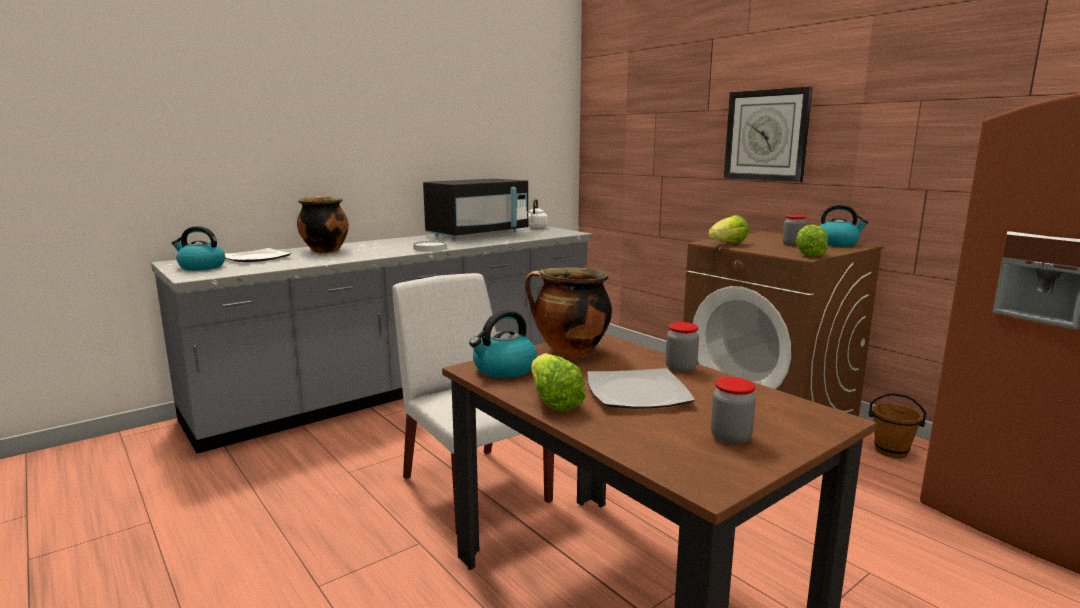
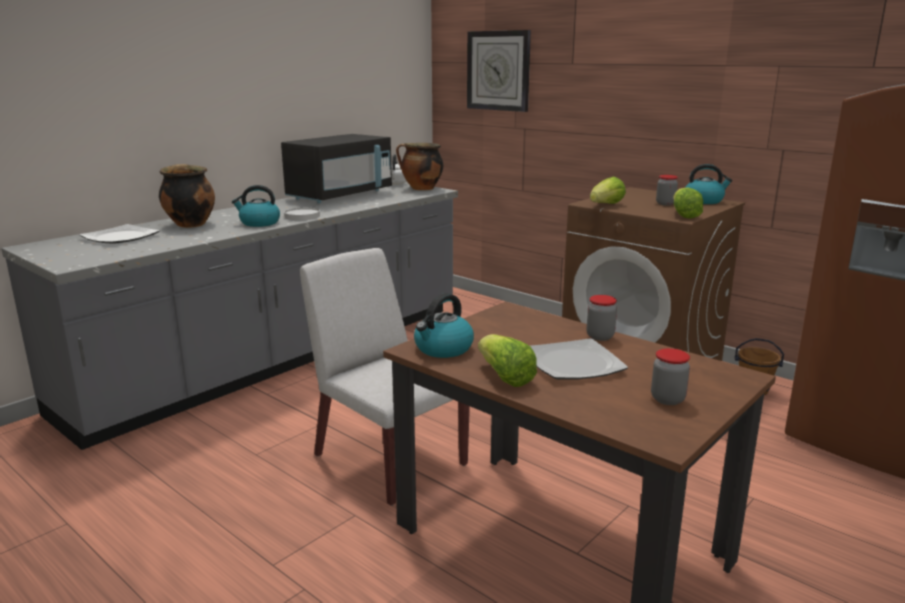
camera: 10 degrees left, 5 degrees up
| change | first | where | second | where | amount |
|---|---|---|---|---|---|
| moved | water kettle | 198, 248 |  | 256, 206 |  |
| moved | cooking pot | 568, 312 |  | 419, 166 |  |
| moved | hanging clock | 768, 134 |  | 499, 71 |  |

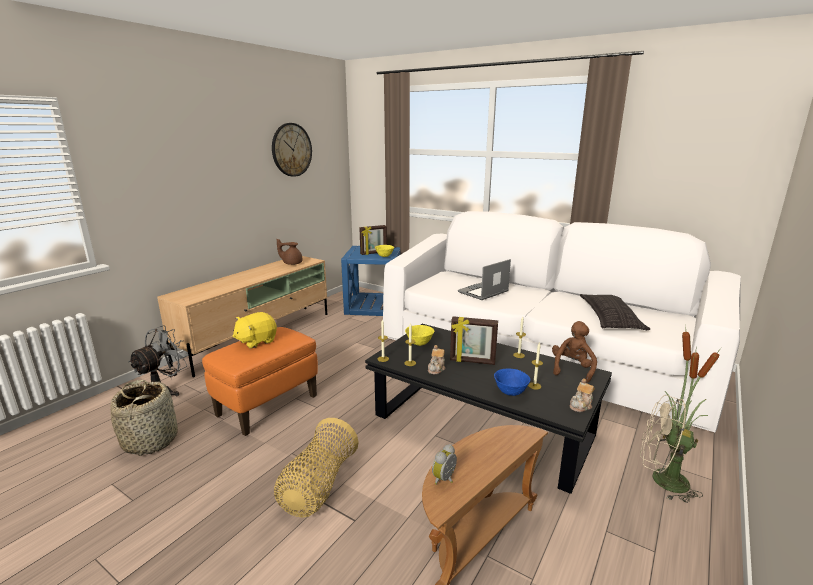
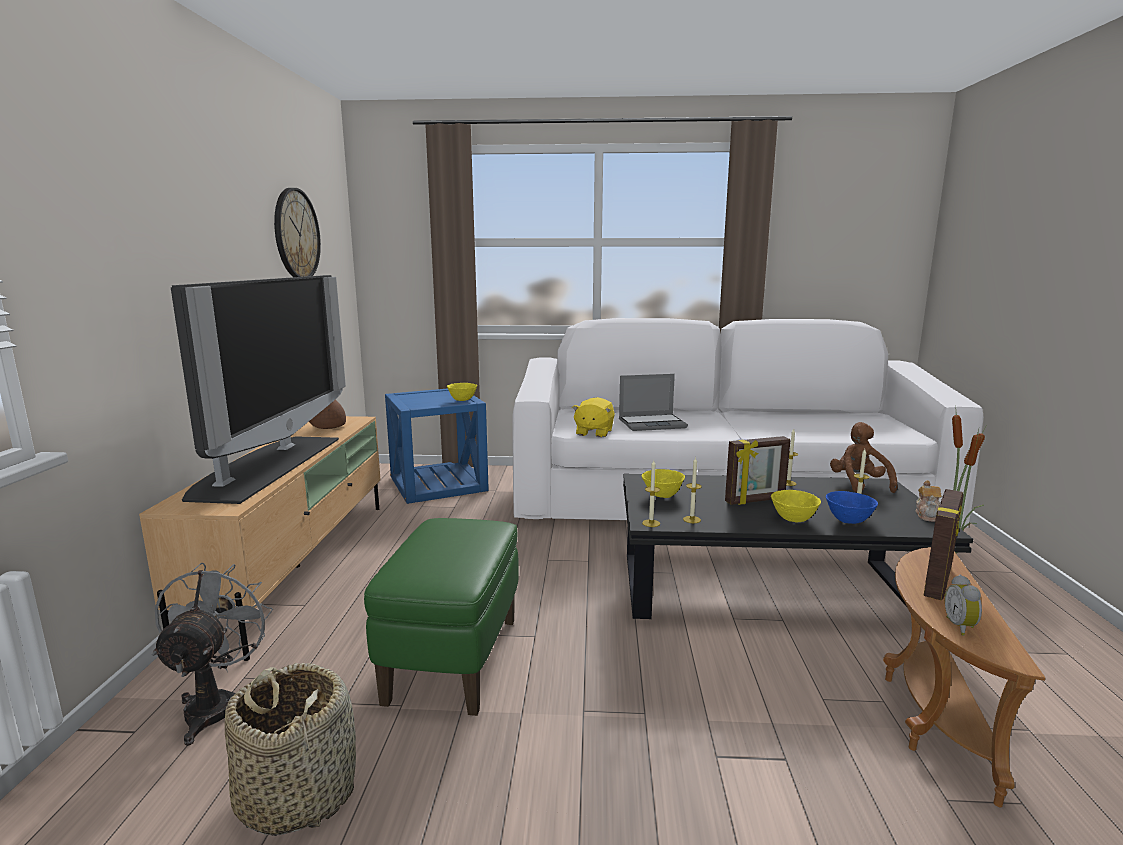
camera: 30 degrees left, 5 degrees down
| change | first | where | second | where | amount |
|---|---|---|---|---|---|
| removed | storage basket | 316, 468 |  |  |  |
| removed | teapot | 436, 359 |  |  |  |
| removed | pillow | 615, 312 |  |  |  |
| removed | beige-coloured fan | 671, 449 |  |  |  |
| added |  |  | TV | 258, 389 |  |
| added |  |  | yellow-coloured bowl | 796, 506 |  |
| moved | yellow-coloured soft toy | 255, 330 |  | 593, 417 |  |
| moved | picture frame | 373, 240 |  | 944, 544 |  |
| recoloured | orange-coloured pouffe | 260, 381 | greenish pouffe | 441, 617 |  |
| turned | laptop | 484, 279 |  | 653, 402 | 120 degrees counterclockwise |

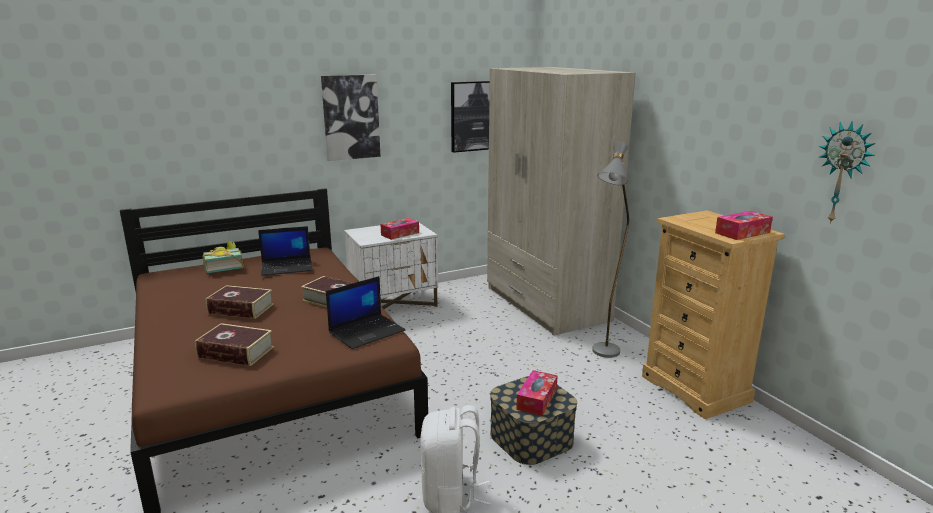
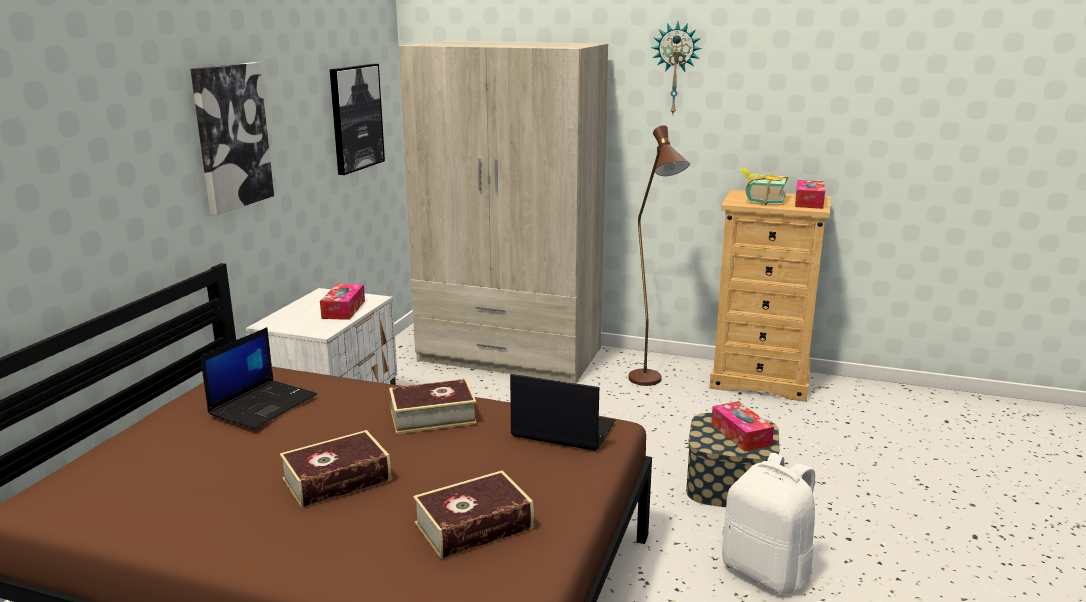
camera: 45 degrees left, 0 degrees up
| change | first | where | second | where | amount |
|---|---|---|---|---|---|
| moved | volume | 223, 257 |  | 763, 186 |  |
| moved | hanging clock | 847, 172 |  | 676, 68 |  |
| recoloured | gray standard lamp | 610, 250 | brown-coloured standard lamp | 659, 255 |  |
| turned | laptop | 365, 312 |  | 562, 412 | 75 degrees counterclockwise |

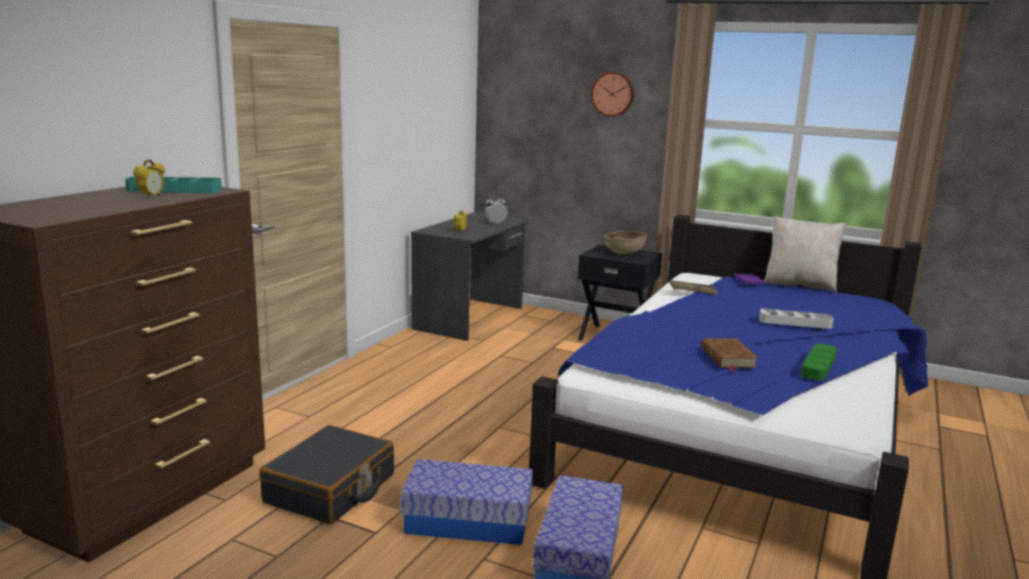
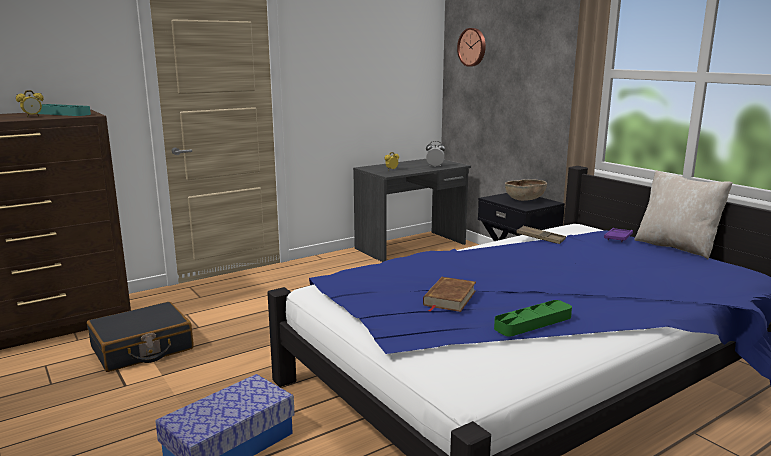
camera: 30 degrees right, 0 degrees up
| change | first | where | second | where | amount |
|---|---|---|---|---|---|
| removed | storage box | 467, 502 |  |  |  |
| removed | gray carrying tray | 796, 319 |  |  |  |
| moved | hanging clock | 612, 94 |  | 471, 47 |  |

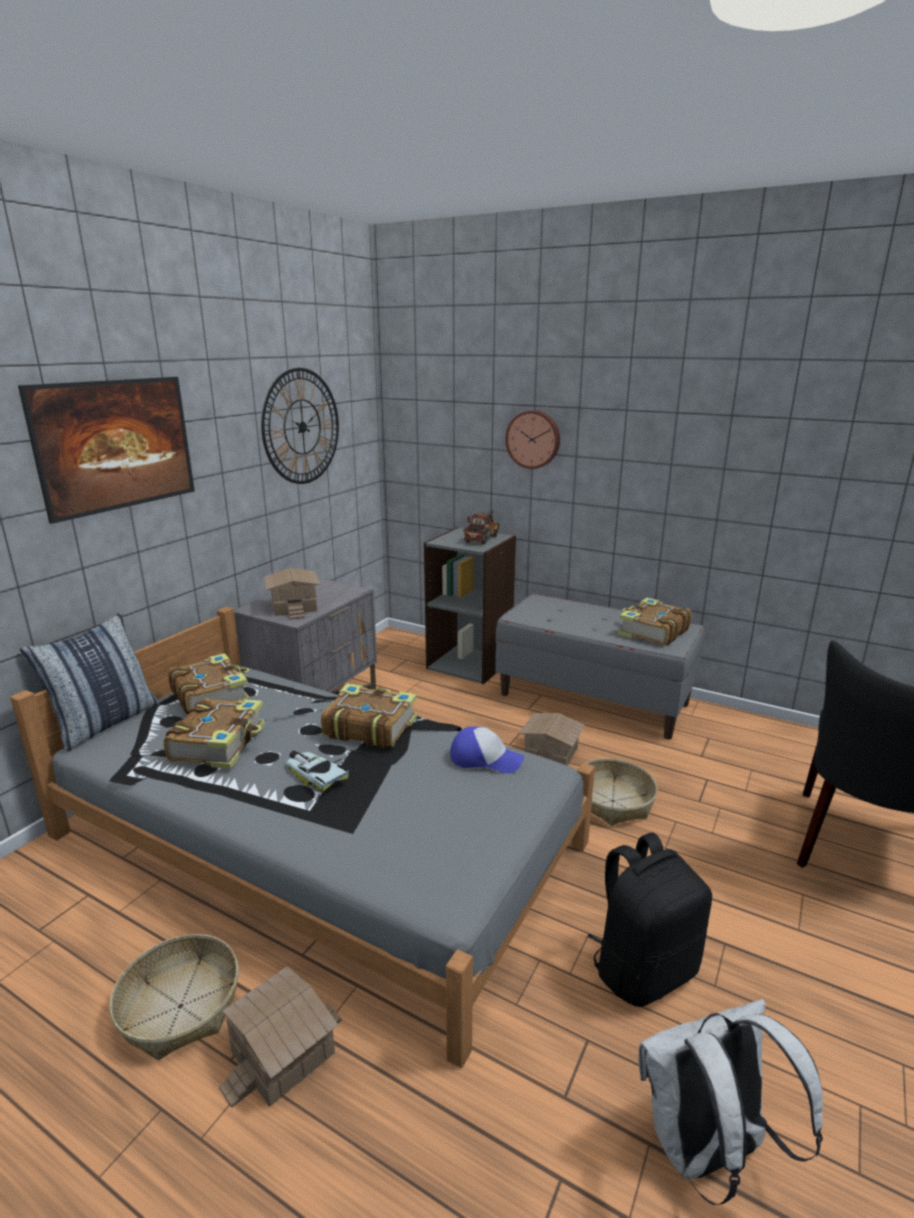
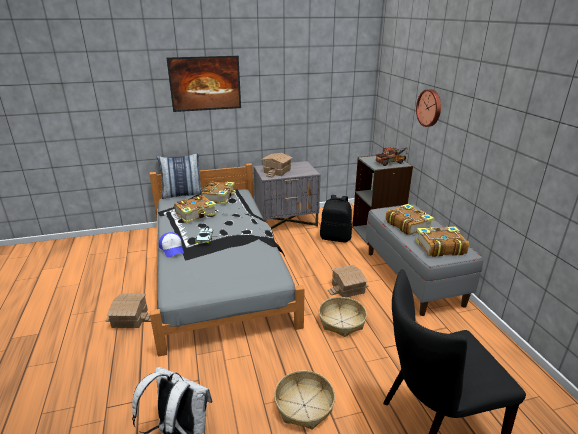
camera: 45 degrees right, 5 degrees up
| change | first | where | second | where | amount |
|---|---|---|---|---|---|
| removed | hanging clock | 300, 426 |  |  |  |
| moved | storage basket | 174, 997 |  | 304, 400 |  |
| moved | volume | 369, 715 |  | 410, 219 |  |
| moved | peaked cap | 487, 749 |  | 171, 244 |  |
| moved | blackish backpack | 650, 920 |  | 336, 219 |  |

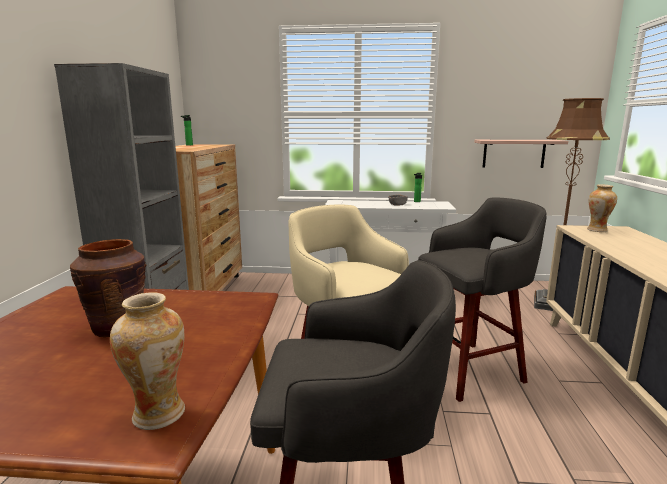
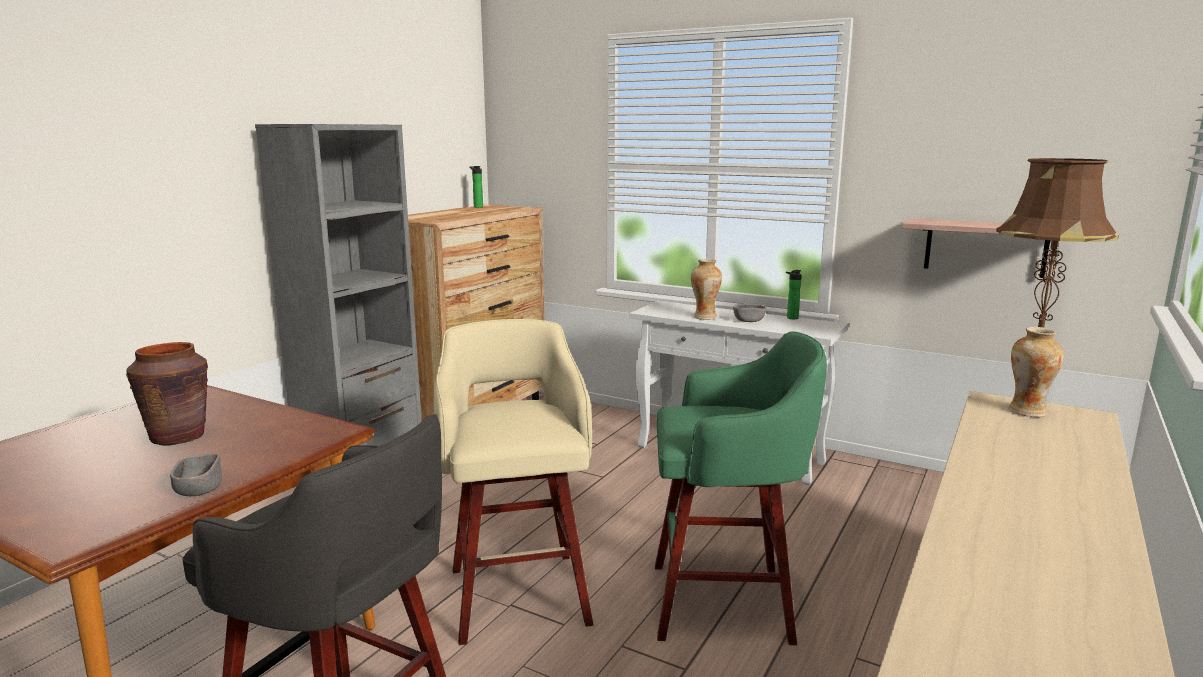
camera: 25 degrees right, 0 degrees up
| change | first | where | second | where | amount |
|---|---|---|---|---|---|
| added |  |  | gray bowl | 196, 474 |  |
| moved | vase | 147, 361 |  | 706, 289 |  |
| recoloured | gray sitting stool | 482, 300 | greenish sitting stool | 741, 488 |  |

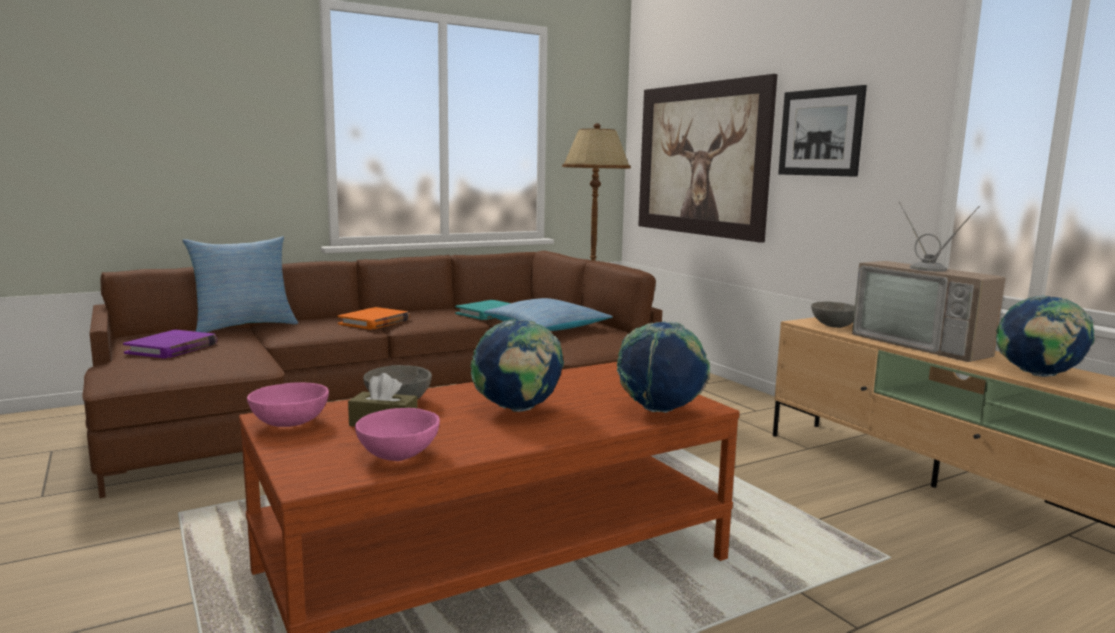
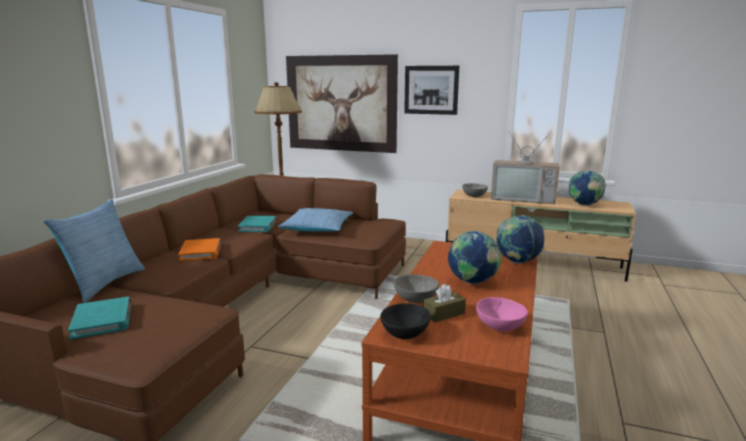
camera: 40 degrees left, 5 degrees up
| change | first | where | second | where | amount |
|---|---|---|---|---|---|
| recoloured | purplish volume | 170, 344 | turquoise volume | 100, 318 |  |
| recoloured | pink bowl | 288, 404 | blackish bowl | 405, 321 |  |

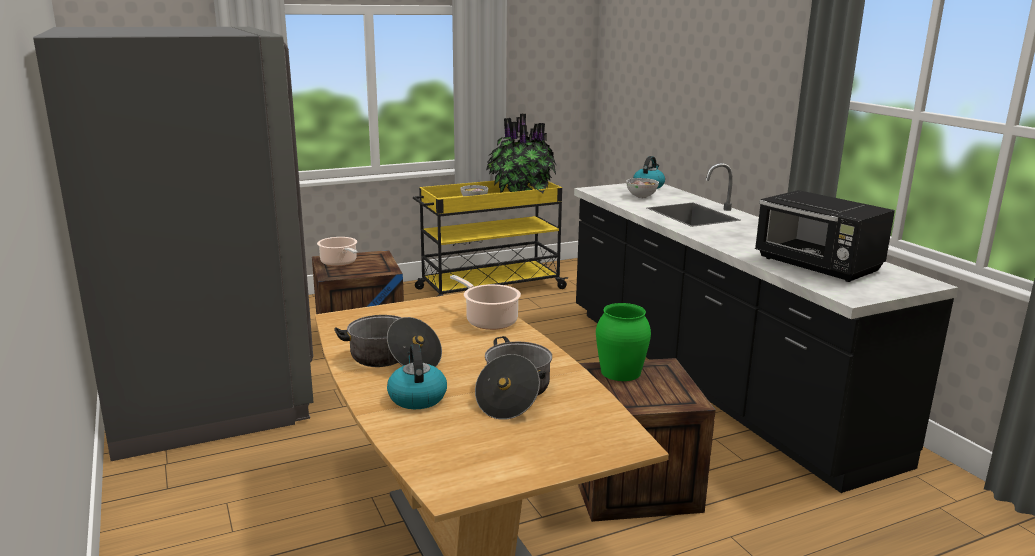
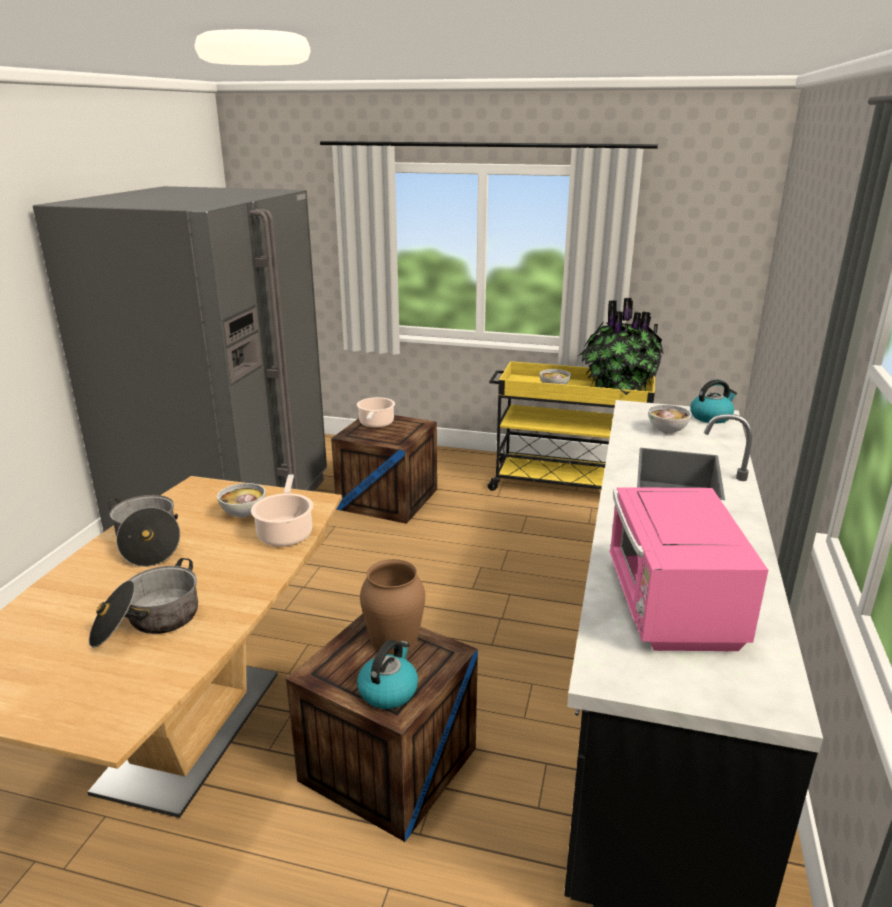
camera: 40 degrees right, 5 degrees up
| change | first | where | second | where | amount |
|---|---|---|---|---|---|
| added |  |  | bowl | 241, 500 |  |
| moved | water kettle | 417, 376 |  | 387, 674 |  |
| recoloured | greenish vase | 623, 342 | brown-coloured vase | 392, 606 |  |
| recoloured | blackish microwave oven | 825, 236 | pink microwave oven | 688, 569 |  |

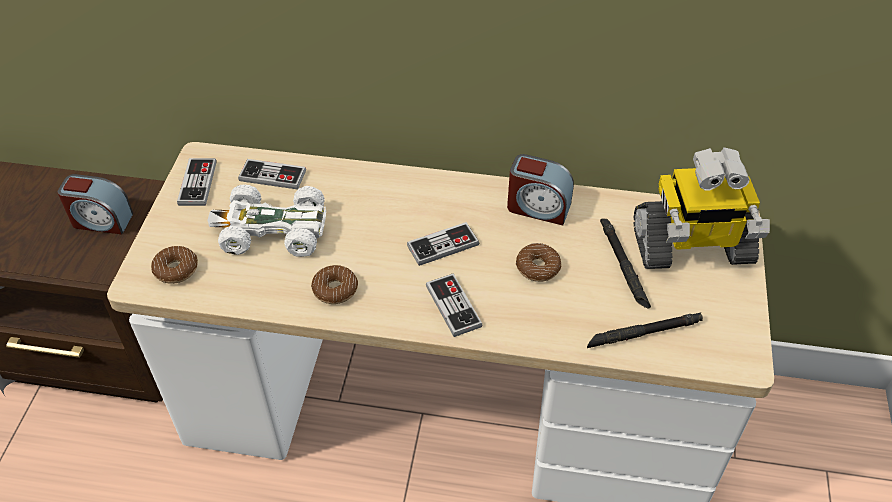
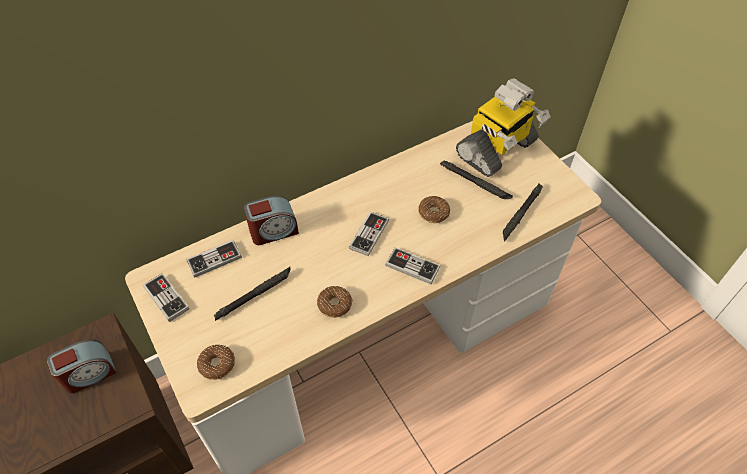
camera: 40 degrees left, 5 degrees up
| change | first | where | second | where | amount |
|---|---|---|---|---|---|
| moved | alarm clock | 540, 189 |  | 271, 220 |  |
| replaced | white miniature car | 266, 220 | blackish flashlight | 252, 294 |  |

